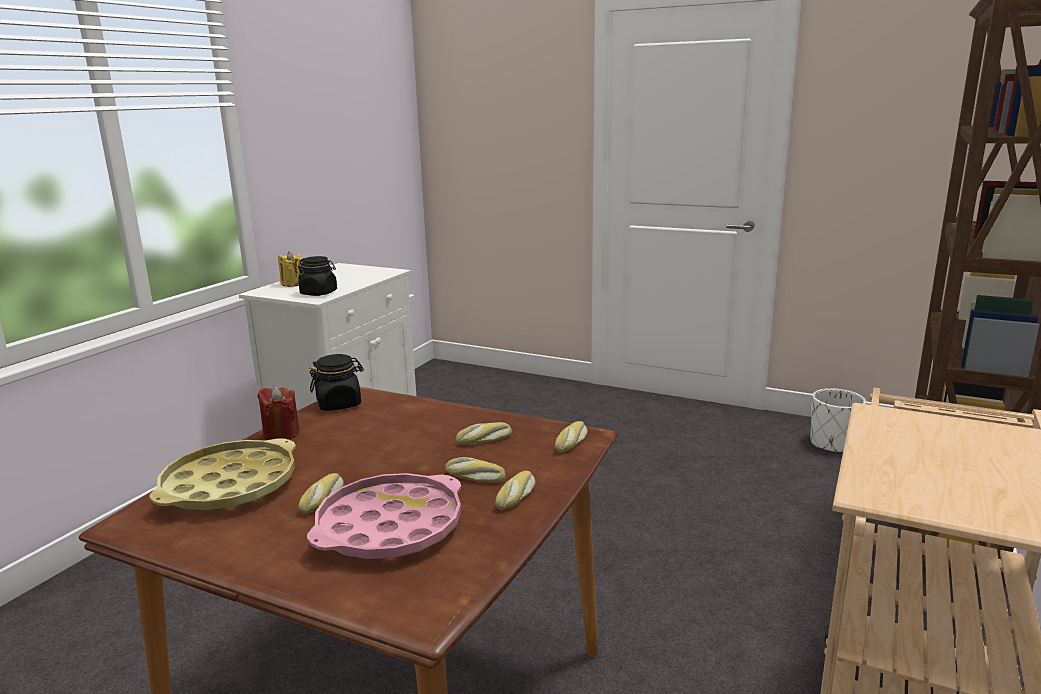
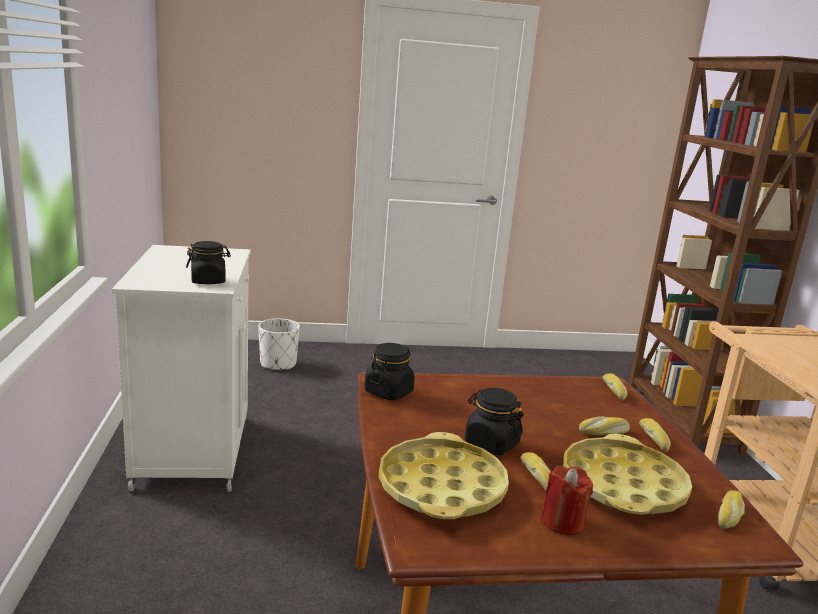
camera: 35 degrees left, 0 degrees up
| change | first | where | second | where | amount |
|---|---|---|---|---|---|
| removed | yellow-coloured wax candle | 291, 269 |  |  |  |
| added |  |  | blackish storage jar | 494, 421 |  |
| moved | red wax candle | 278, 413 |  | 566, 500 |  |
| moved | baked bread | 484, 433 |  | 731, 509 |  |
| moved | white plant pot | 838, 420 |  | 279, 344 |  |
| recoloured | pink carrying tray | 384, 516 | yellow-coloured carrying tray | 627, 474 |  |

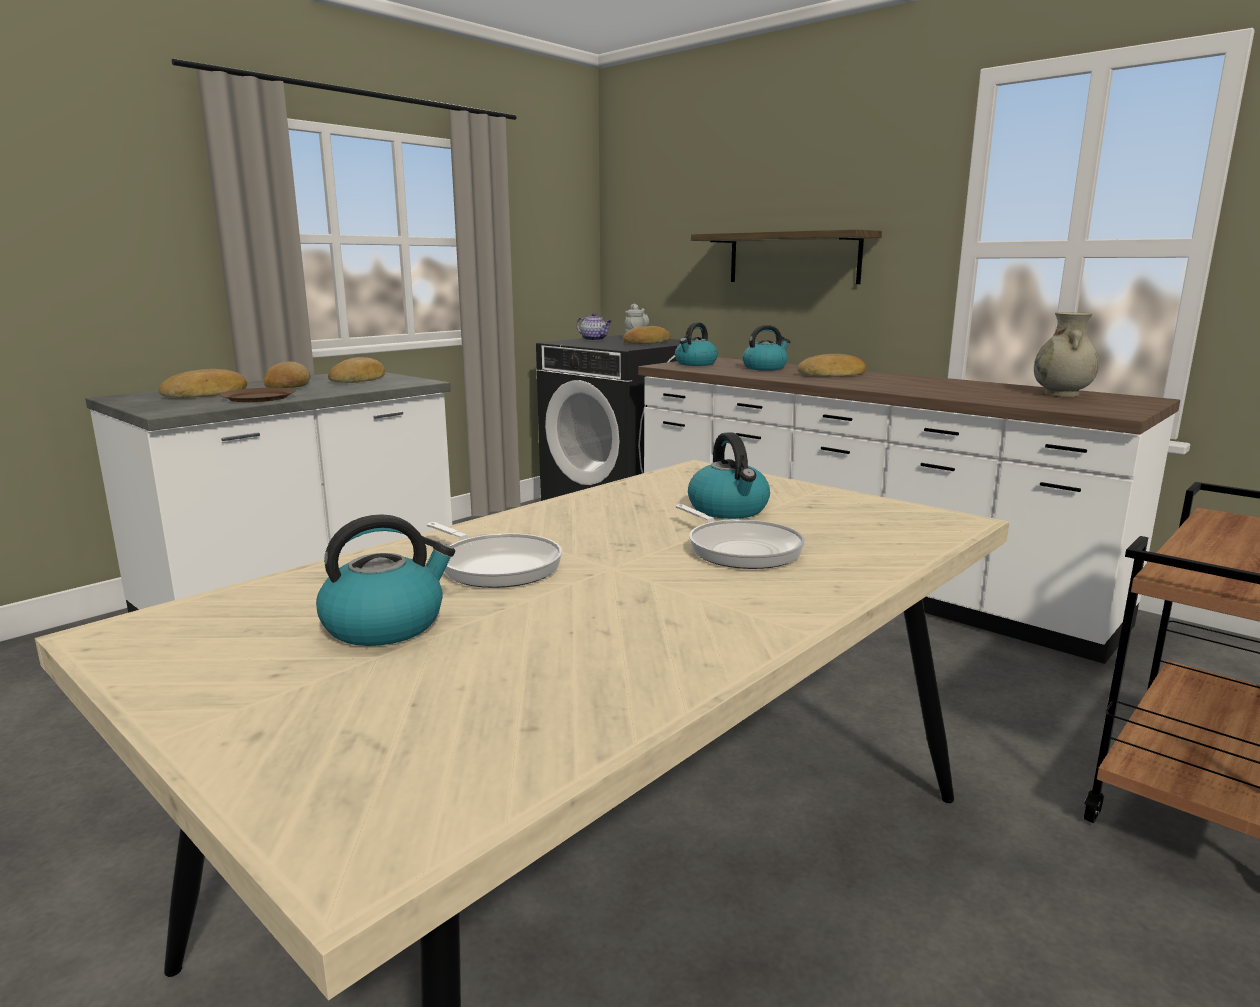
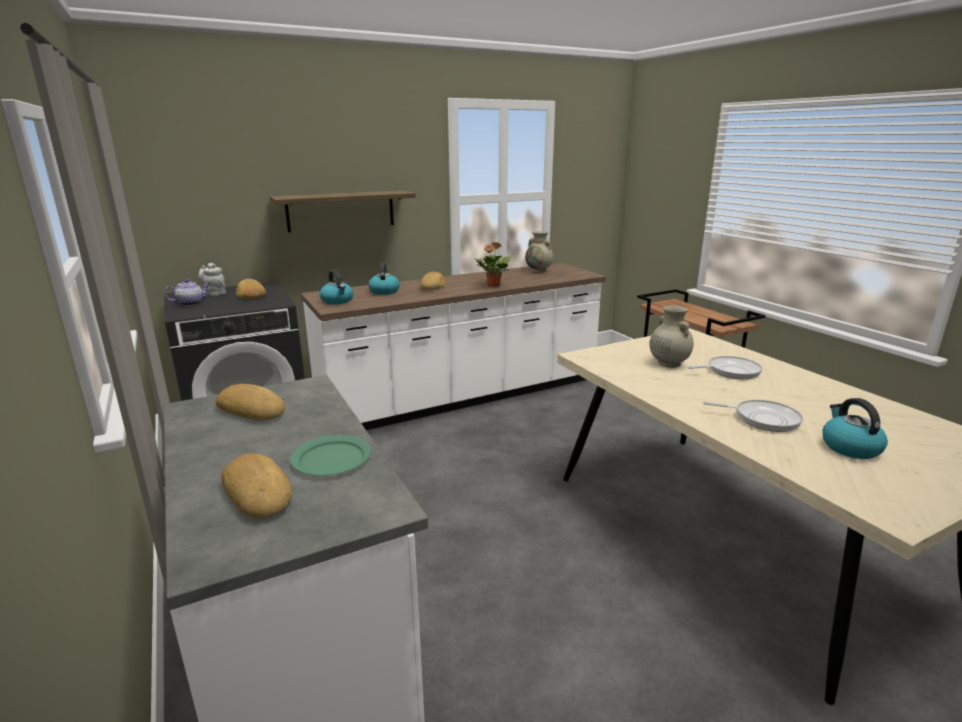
camera: 70 degrees left, 5 degrees up
| change | first | where | second | where | amount |
|---|---|---|---|---|---|
| removed | baked bread | 287, 374 |  |  |  |
| added |  |  | plant in a pot | 492, 264 |  |
| replaced | water kettle | 729, 475 | beige-coloured vase | 671, 336 |  |
| recoloured | brown-coloured flat dish | 258, 394 | greenish flat dish | 330, 455 |  |
| turned | frying pan | 494, 555 |  | 753, 416 | 45 degrees clockwise |

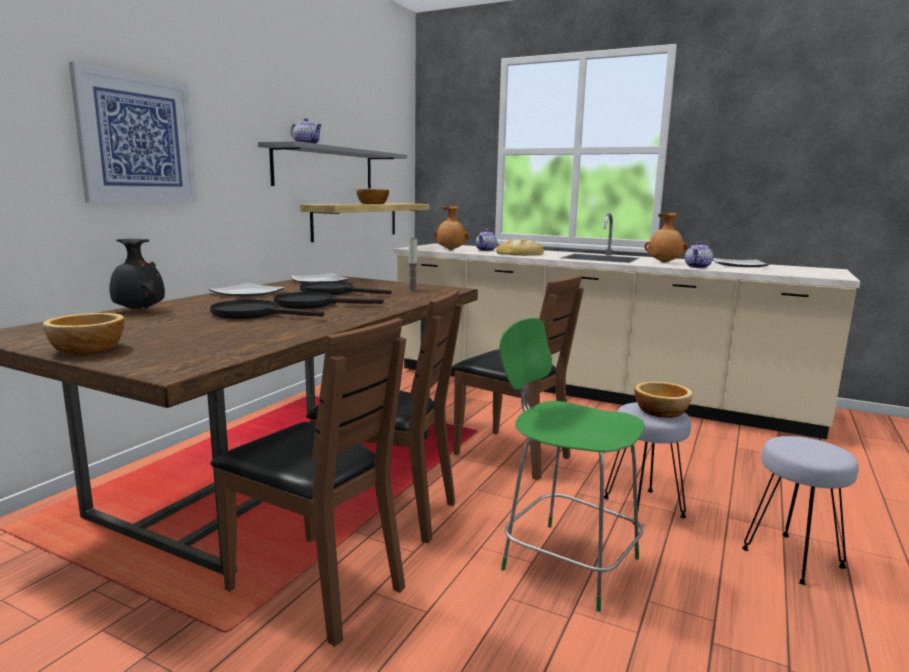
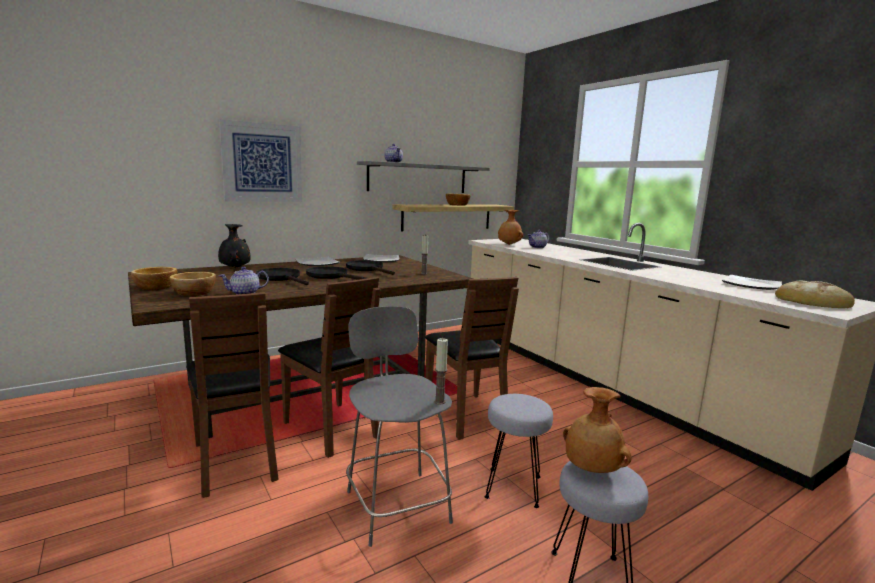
camera: 30 degrees right, 0 degrees up
| change | first | where | second | where | amount |
|---|---|---|---|---|---|
| added |  |  | wax candle | 441, 371 |  |
| moved | baked bread | 520, 247 |  | 815, 294 |  |
| moved | bowl | 663, 399 |  | 192, 284 |  |
| moved | brown-coloured vase | 666, 238 |  | 597, 430 |  |
| moved | teapot | 699, 254 |  | 244, 281 |  |
| recoloured | greenish sitting stool | 572, 465 | gray sitting stool | 399, 426 |  |

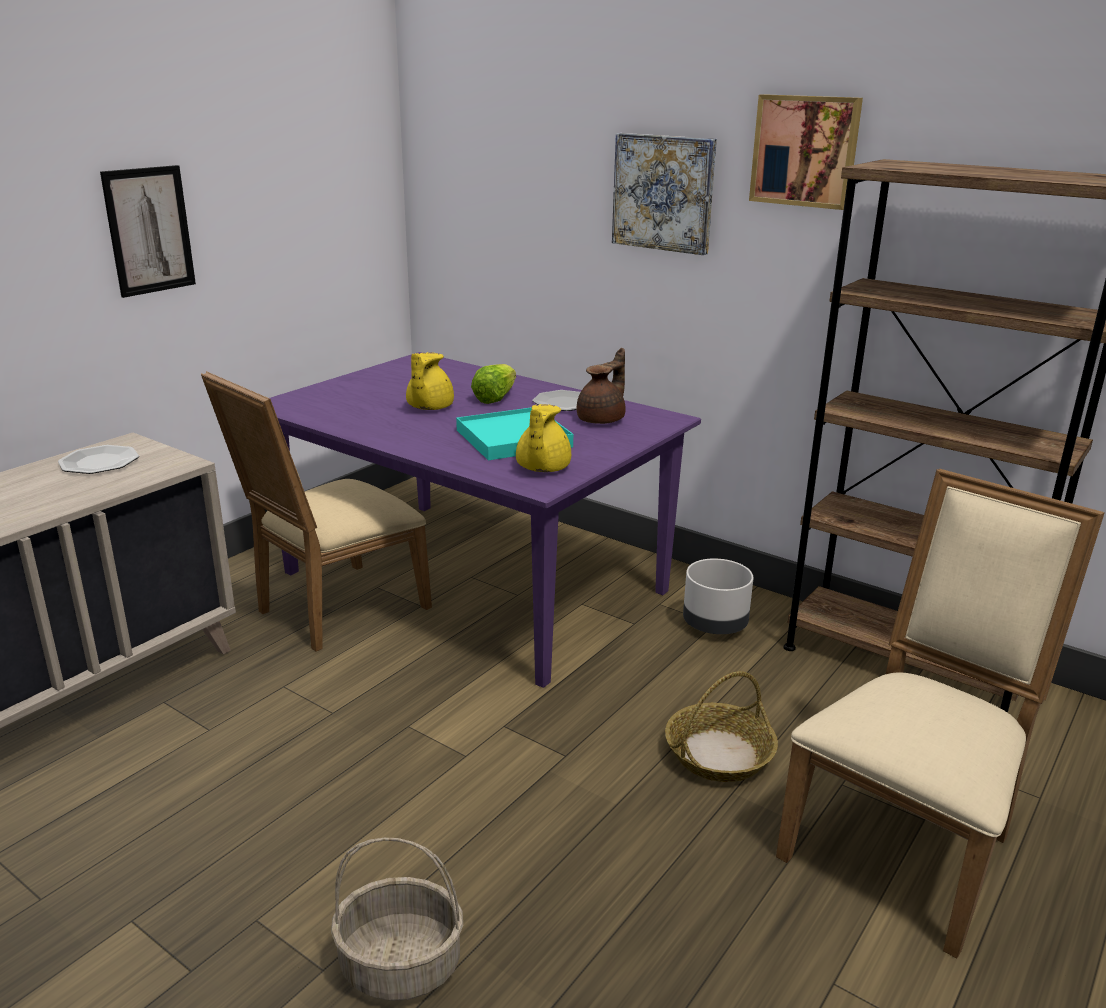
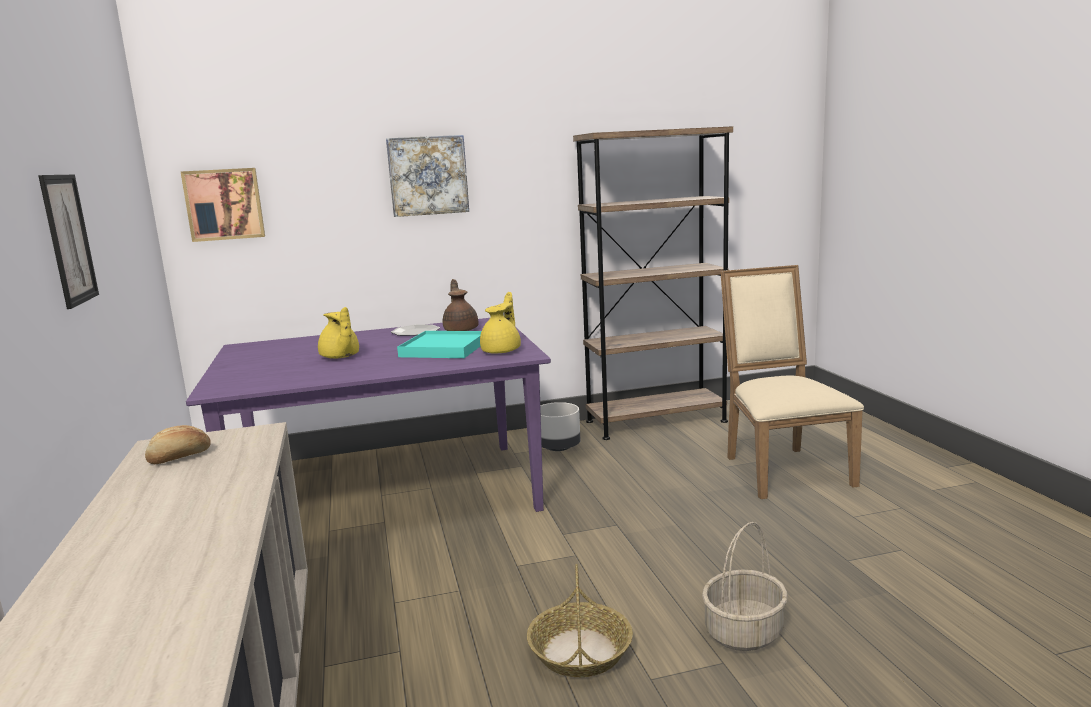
camera: 50 degrees left, 10 degrees down
| change | first | where | second | where | amount |
|---|---|---|---|---|---|
| removed | beige-coloured plain chair | 316, 511 |  |  |  |
| removed | head of lettuce | 493, 384 |  |  |  |
| moved | storage basket | 721, 726 |  | 580, 620 |  |
| moved | wall picture | 806, 152 |  | 223, 205 |  |
| replaced | flat dish | 98, 459 | baked bread | 178, 444 |  |
| turned | yellow-coloured teapot | 543, 438 |  | 500, 323 | 120 degrees counterclockwise |

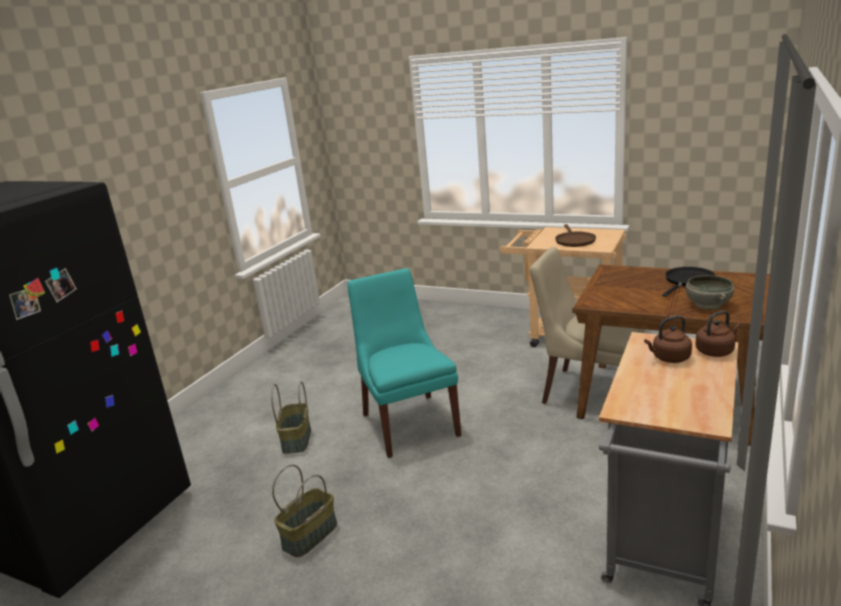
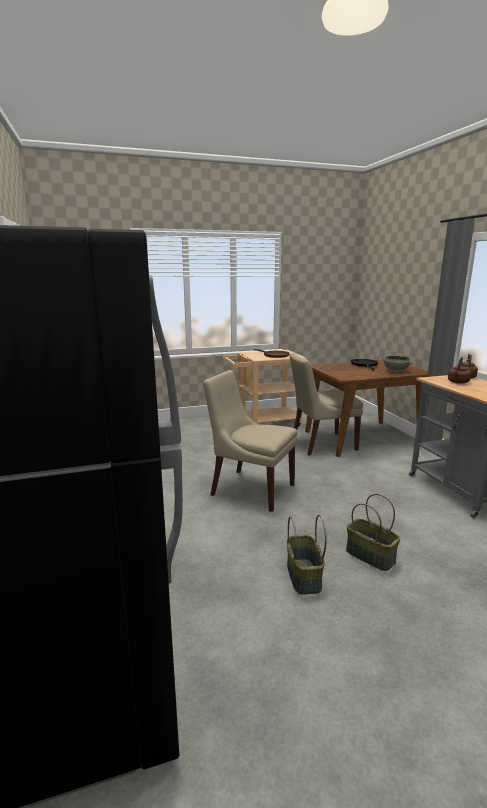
camera: 45 degrees left, 5 degrees down
| change | first | where | second | where | amount |
|---|---|---|---|---|---|
| moved | storage basket | 291, 417 |  | 373, 532 |  |
| recoloured | turquoise plain chair | 405, 363 | beige-coloured plain chair | 250, 441 |  |

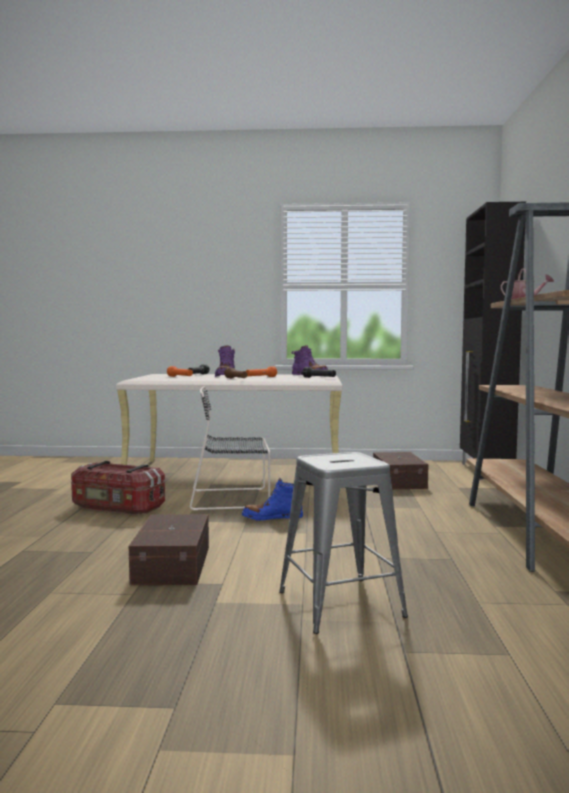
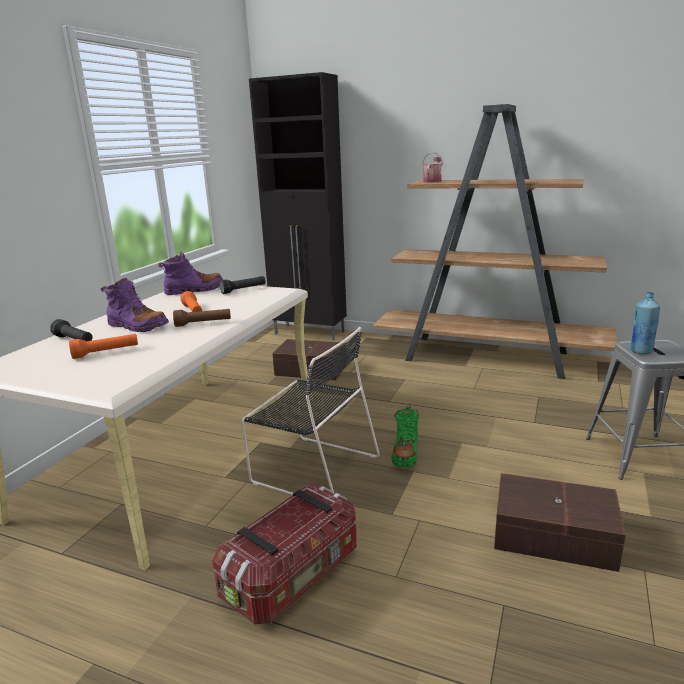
camera: 70 degrees left, 15 degrees up
| change | first | where | second | where | amount |
|---|---|---|---|---|---|
| added |  |  | bluish drink bottle | 645, 323 |  |
| recoloured | bluish high-top boot | 272, 499 | greenish high-top boot | 405, 437 |  |
| turned | blackish plain chair | 230, 448 |  | 310, 411 | 75 degrees counterclockwise |

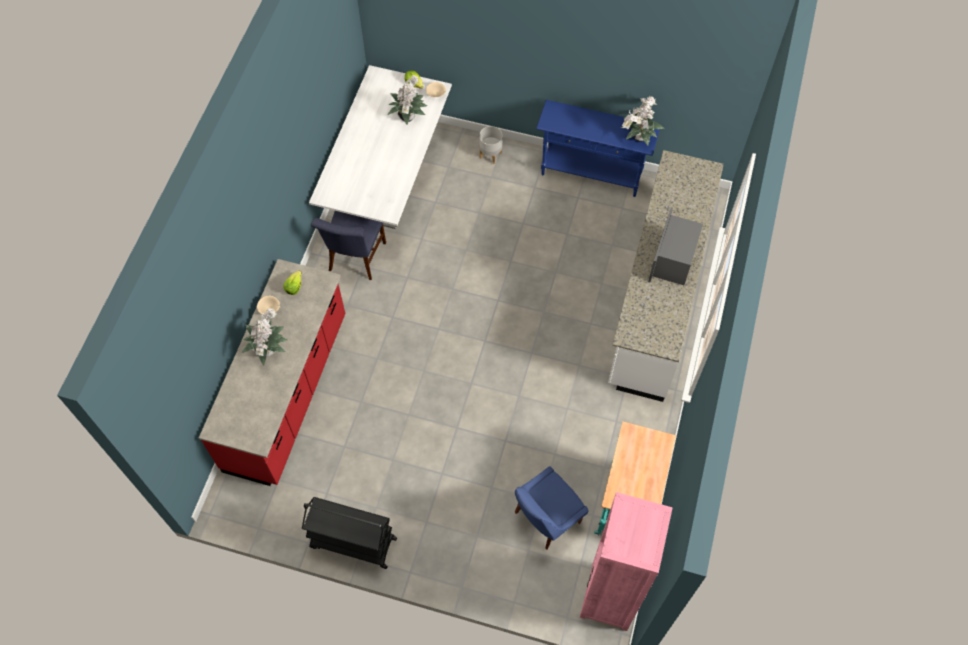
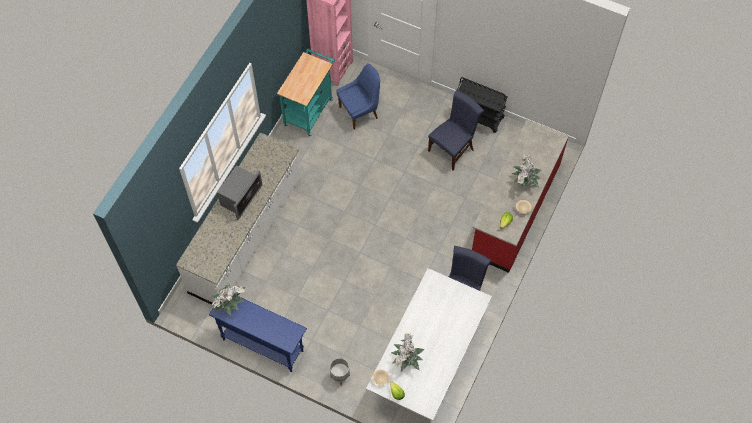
camera: 170 degrees left, 0 degrees up
| change | first | where | second | where | amount |
|---|---|---|---|---|---|
| added |  |  | bluish plain chair | 456, 130 |  |

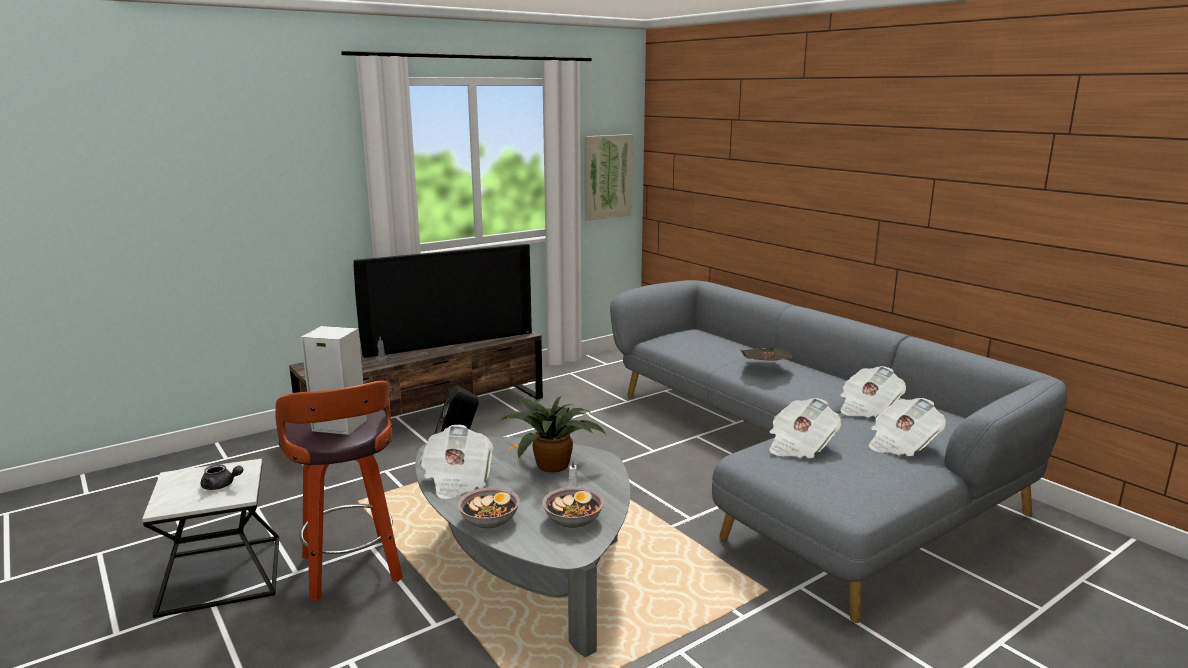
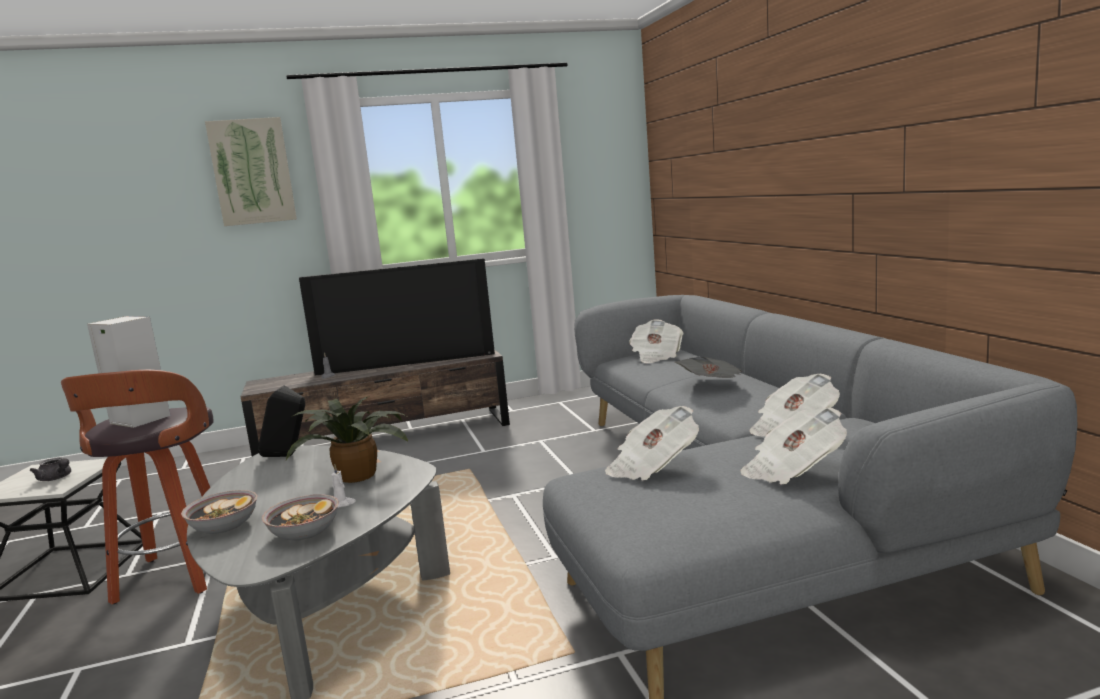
camera: 20 degrees right, 5 degrees down
| change | first | where | second | where | amount |
|---|---|---|---|---|---|
| moved | newspaper | 457, 462 |  | 656, 341 |  |
| moved | wall picture | 608, 177 |  | 251, 171 |  |

